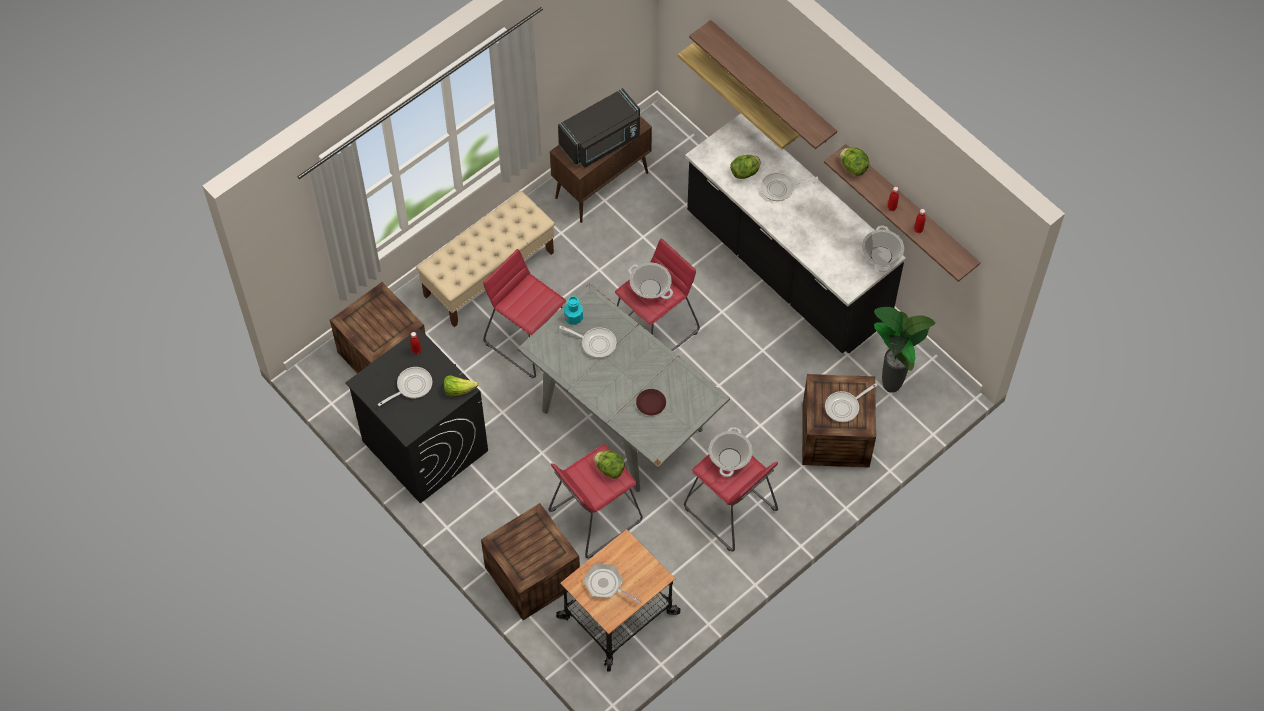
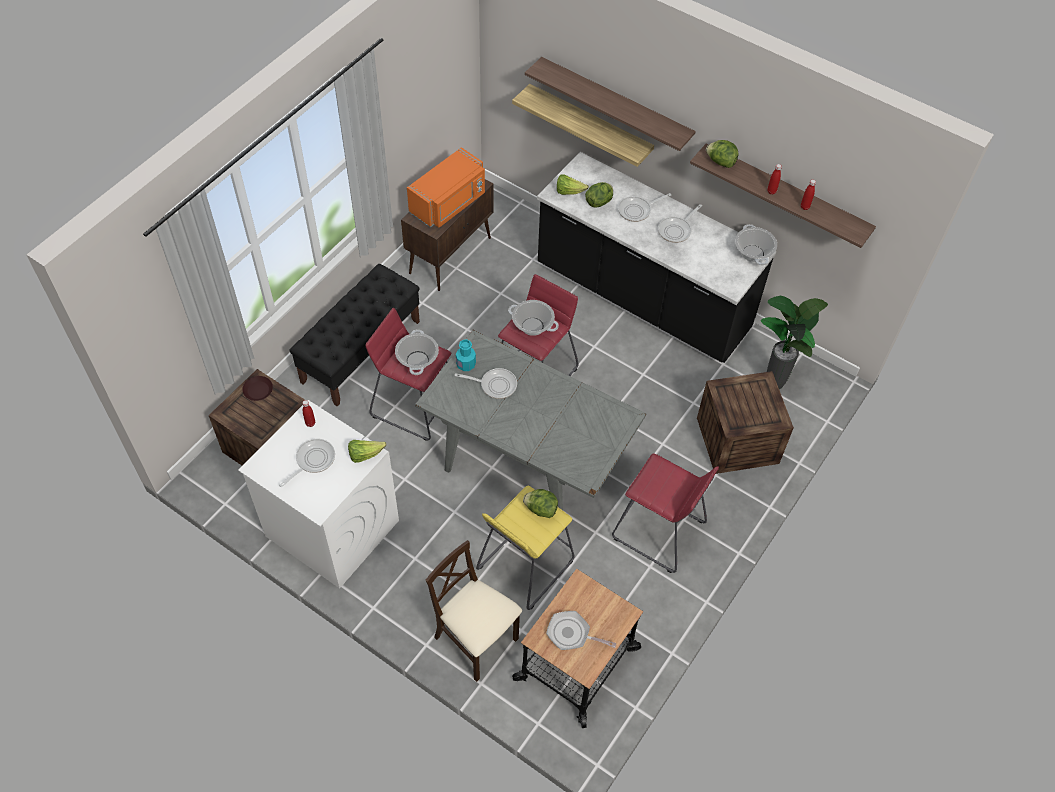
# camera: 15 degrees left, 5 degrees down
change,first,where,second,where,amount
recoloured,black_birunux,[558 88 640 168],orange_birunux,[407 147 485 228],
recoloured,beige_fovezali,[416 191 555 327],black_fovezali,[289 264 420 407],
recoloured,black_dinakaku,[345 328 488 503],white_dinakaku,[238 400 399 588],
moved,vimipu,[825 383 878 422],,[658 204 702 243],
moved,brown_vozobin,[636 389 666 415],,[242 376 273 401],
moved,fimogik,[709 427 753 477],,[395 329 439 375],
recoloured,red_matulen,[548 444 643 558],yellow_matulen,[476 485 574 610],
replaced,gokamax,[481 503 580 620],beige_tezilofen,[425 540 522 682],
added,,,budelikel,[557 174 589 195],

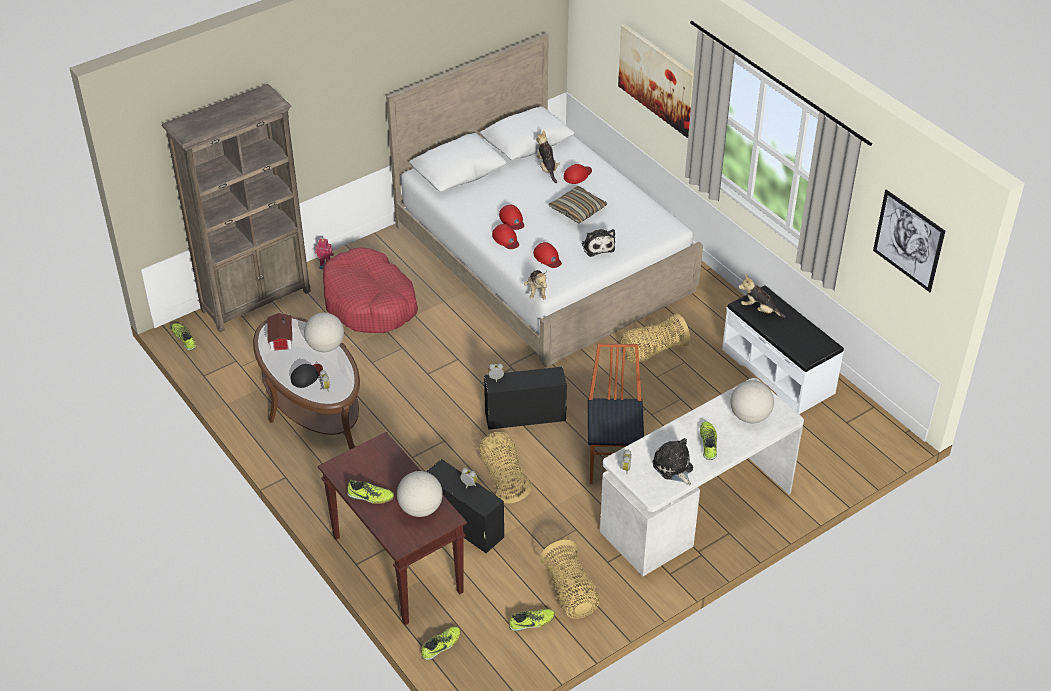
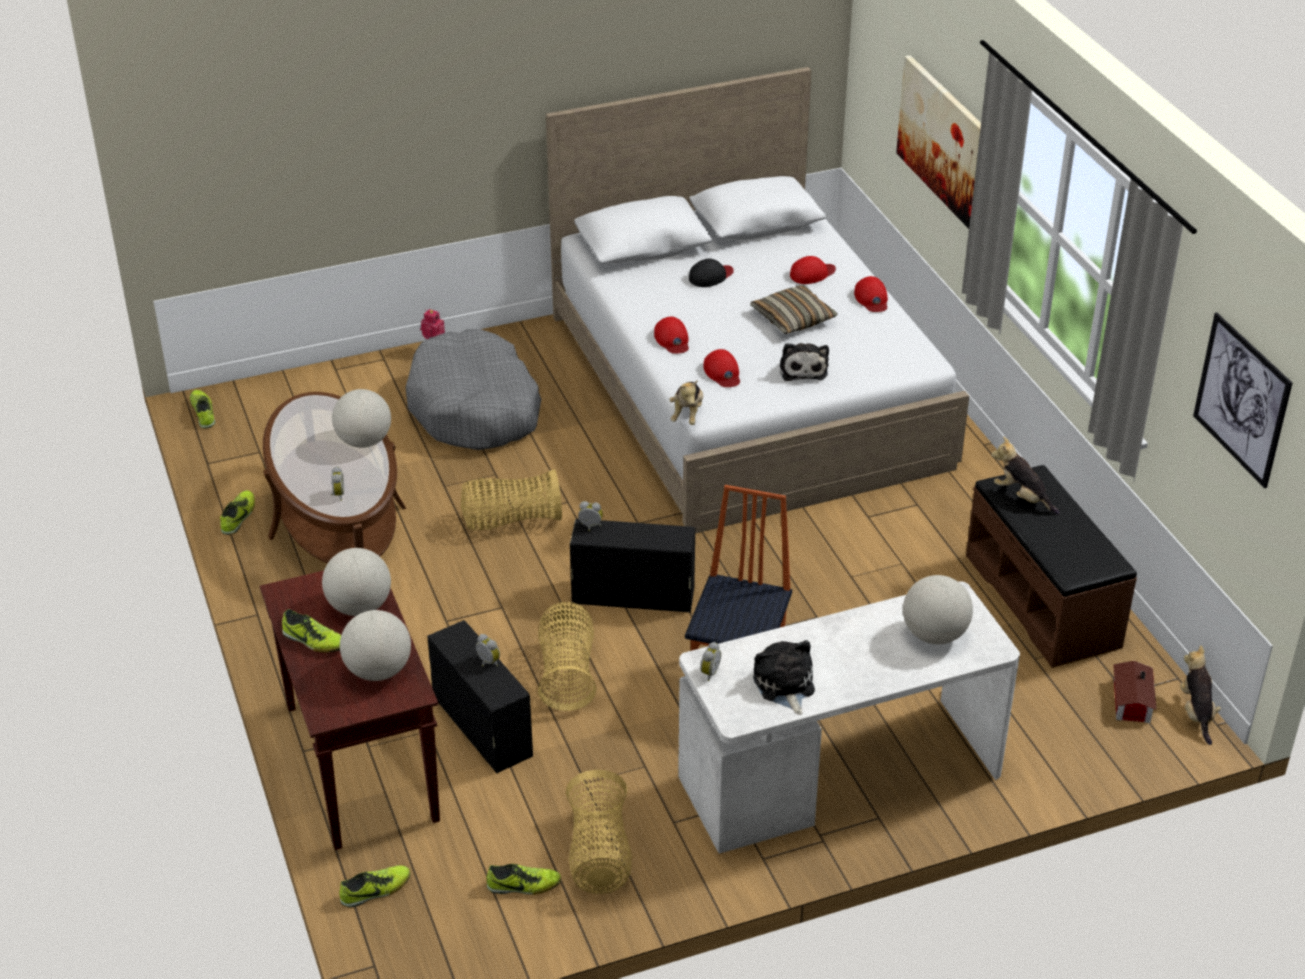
# camera: 15 degrees right, 5 degrees down
change,first,where,second,where,amount
removed,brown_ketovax,[162 84 311 332],,,
moved,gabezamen,[536 130 560 183],,[1180 645 1221 745],
moved,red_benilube,[499 204 524 230],,[854 276 888 312],
recoloured,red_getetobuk,[323 247 418 333],grey_getetobuk,[406 329 541 450],
recoloured,white_fovezali,[722 285 844 414],brown_fovezali,[966 465 1137 668],
moved,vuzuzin,[267 313 292 351],,[1113 661 1157 723],
moved,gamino,[621 313 690 363],,[461 469 562 530],
moved,black_benilube,[291 364 323 388],,[689 259 734 287],
moved,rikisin,[700 421 717 460],,[220 490 255 535],
added,,,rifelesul,[322 548 391 616],

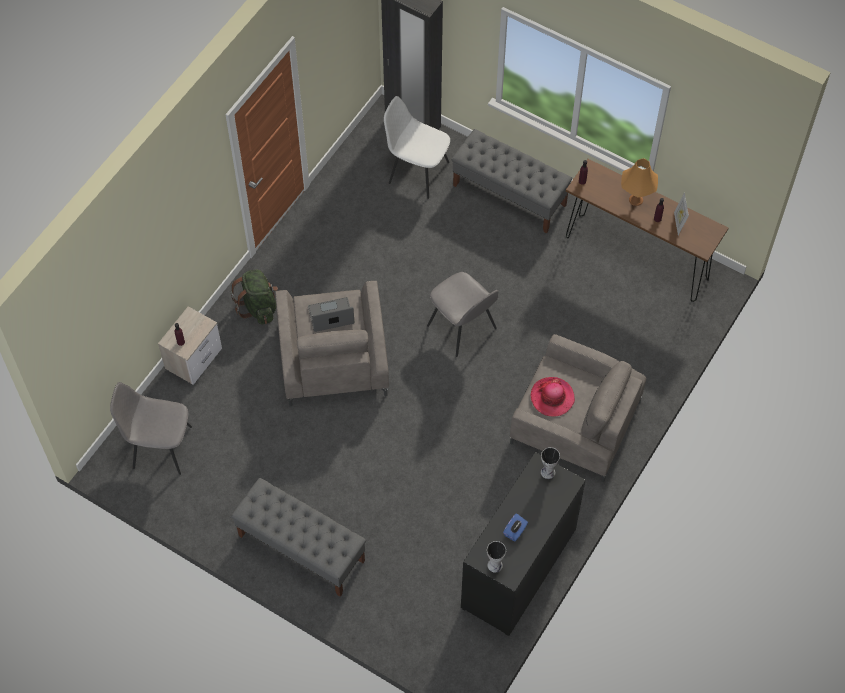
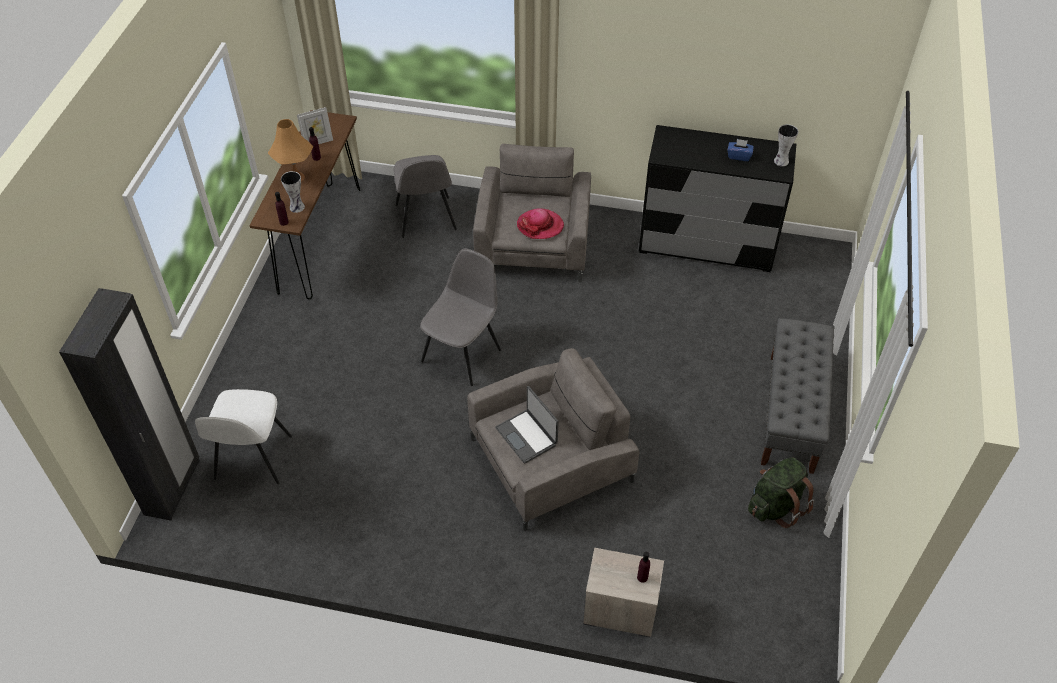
# camera: 110 degrees left, 10 degrees down
change,first,where,second,where,amount
removed,grey_fovezali,[451 129 572 233],,,
moved,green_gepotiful,[230 269 278 324],,[748 457 814 528],
moved,grey_tezilofen,[110 382 192 475],,[394 155 457 238],
moved,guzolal,[541 447 560 479],,[281 171 305 213],

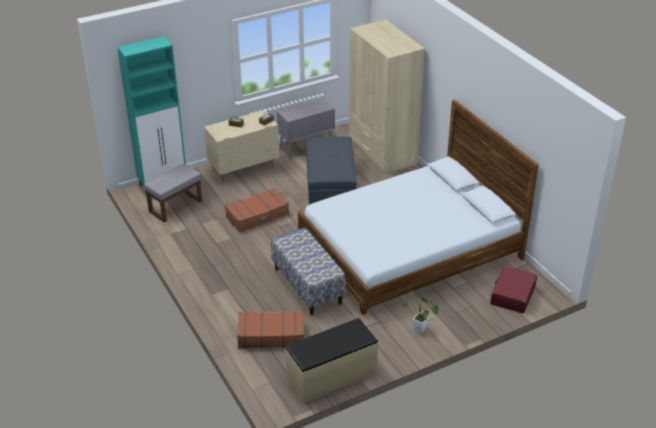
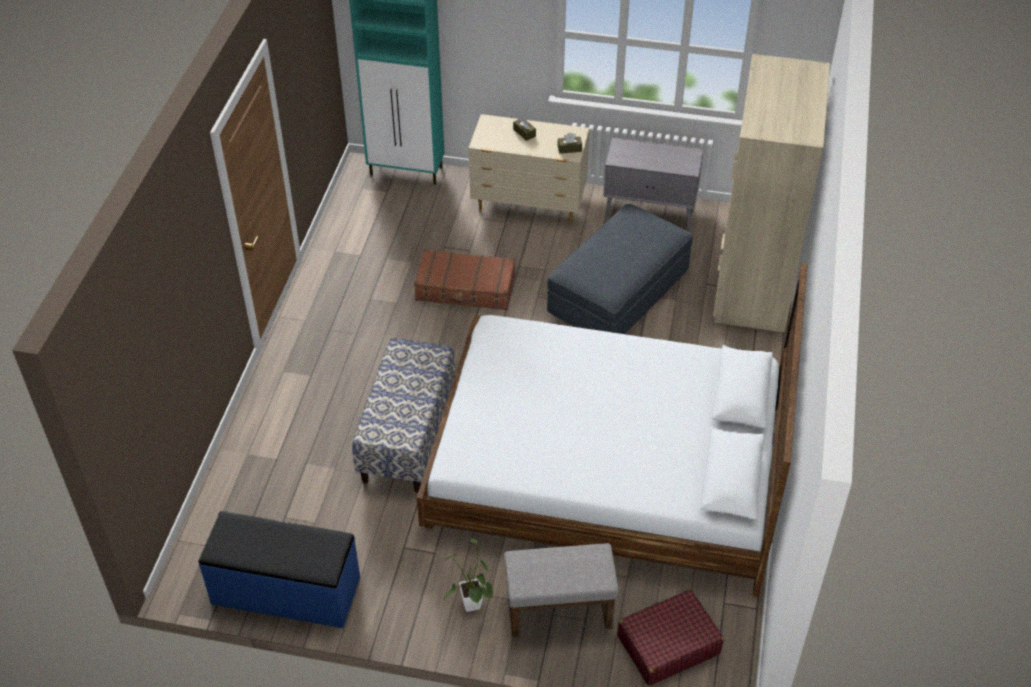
# camera: 40 degrees right, 10 degrees up
change,first,where,second,where,amount
moved,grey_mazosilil,[144 163 203 223],,[504 543 619 637],
removed,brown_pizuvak,[237 310 304 349],,,
recoloured,beige_fovezali,[285 318 378 403],blue_fovezali,[199 511 360 628],

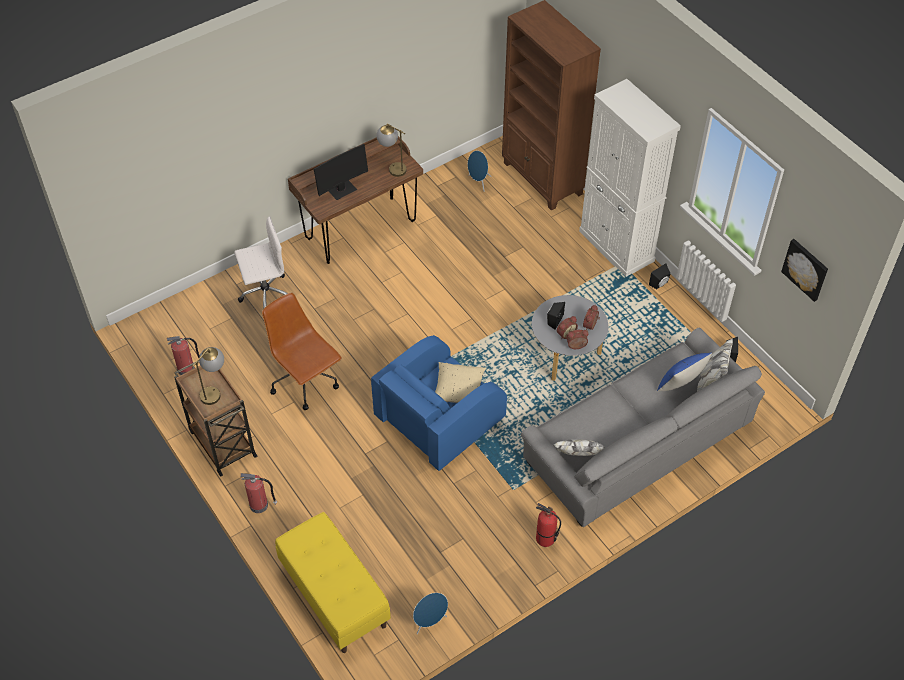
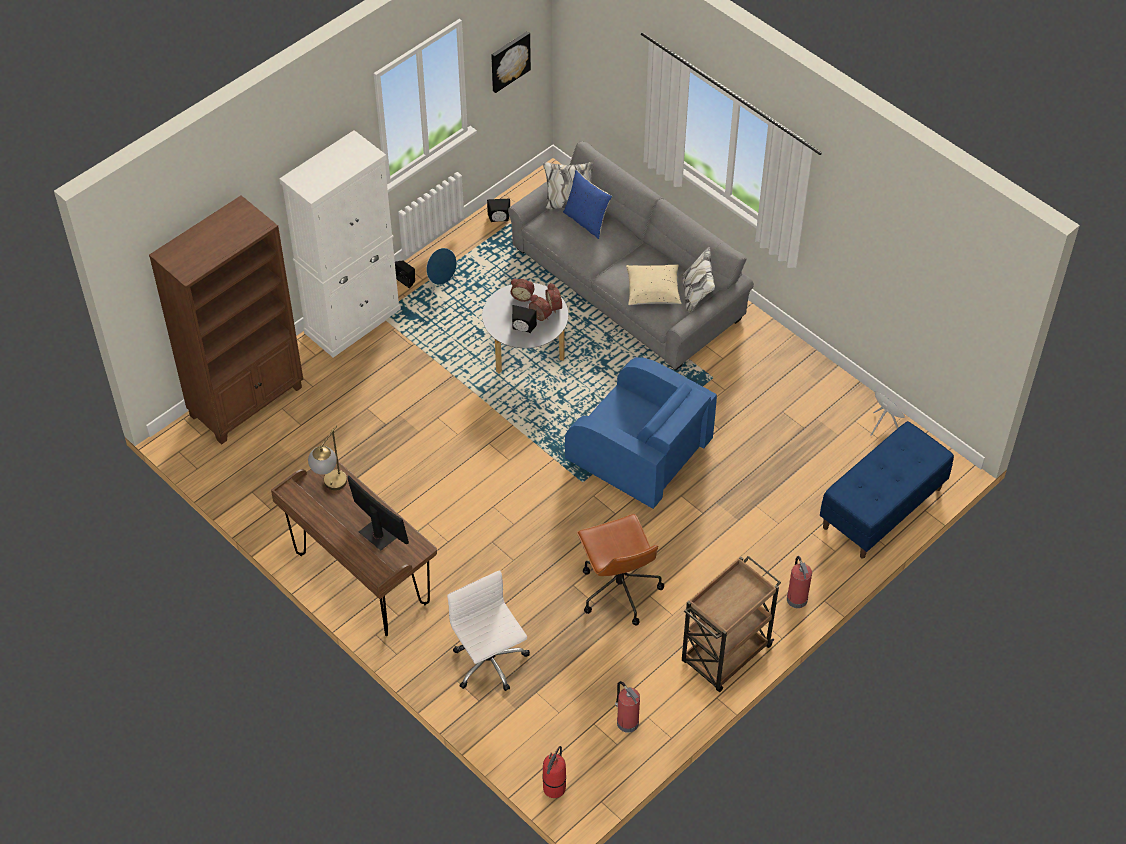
# camera: 100 degrees left, 0 degrees up
change,first,where,second,where,amount
moved,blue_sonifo,[468 150 491 192],,[426 248 457 296],
turned,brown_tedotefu,[262 293 342 410],,[577 514 664 626],60 degrees counterclockwise
removed,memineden,[192 347 224 405],,,
moved,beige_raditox,[435 362 486 403],,[626 264 682 305],
moved,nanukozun,[536 503 561 547],,[542 746 566 798],
recoloured,yellow_fovezali,[275 512 391 653],blue_fovezali,[820 421 954 559],

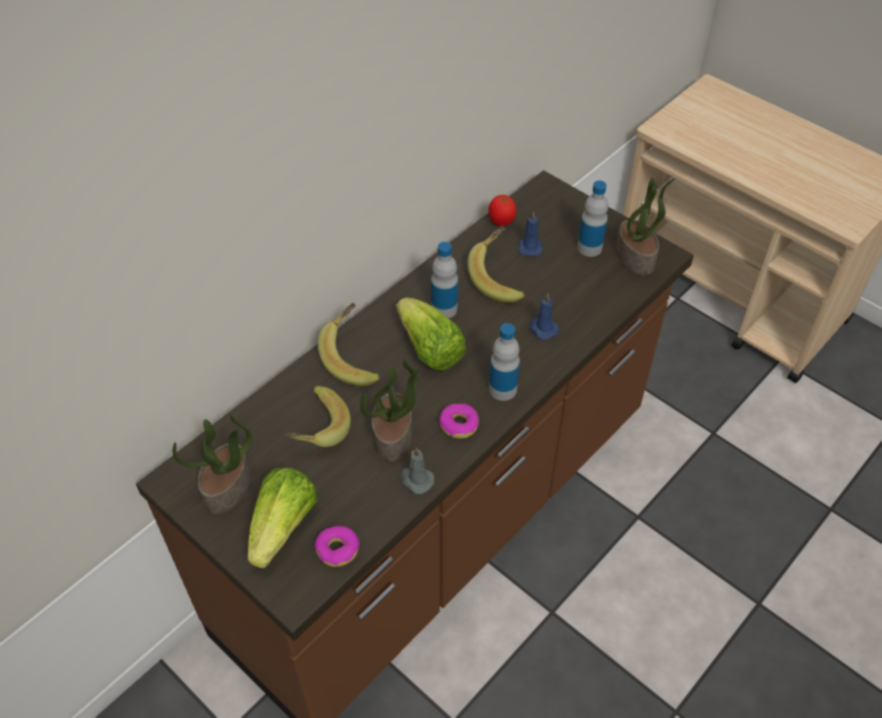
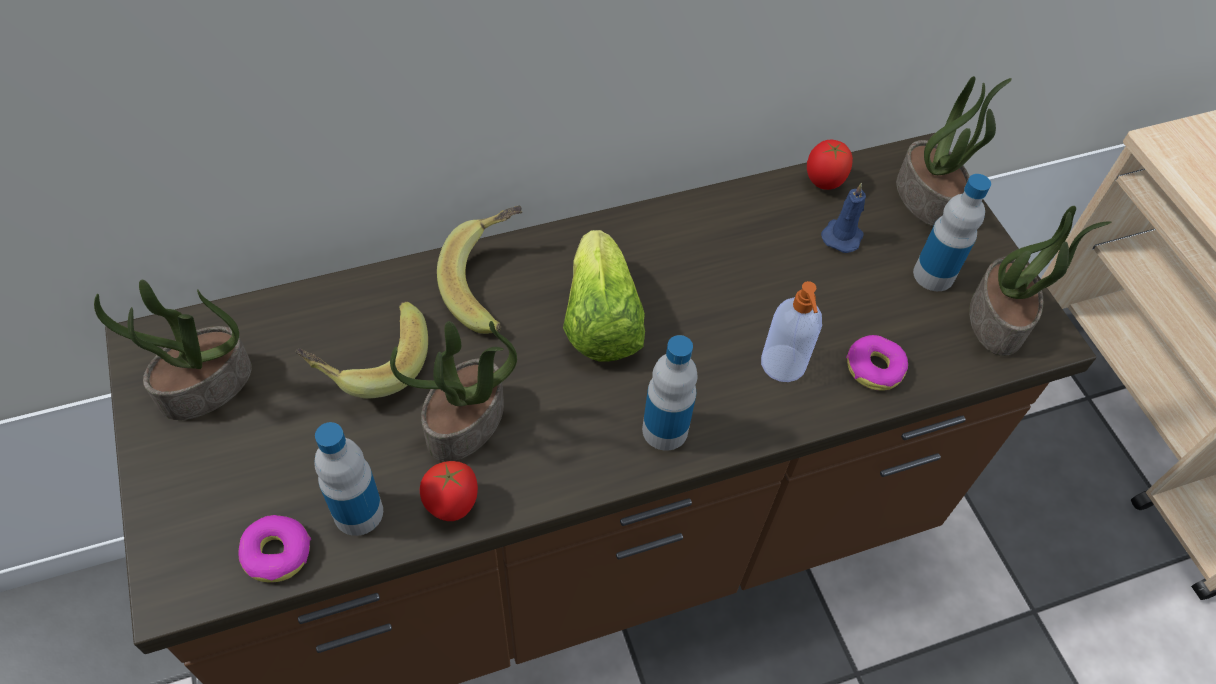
# camera: 25 degrees right, 5 degrees up
change,first,where,second,where,amount
removed,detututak,[467 226 525 303],,,
moved,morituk,[431 242 458 318],,[315 422 383 536],
replaced,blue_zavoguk,[530 294 559 340],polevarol,[761 281 822 382],
moved,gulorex,[439 404 479 439],,[846 335 908 391],
replaced,grey_zavoguk,[401 447 435 494],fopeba,[420 461 478 521],
removed,budelikel,[248 468 317 568],,,
added,,,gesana,[896 76 1012 227],

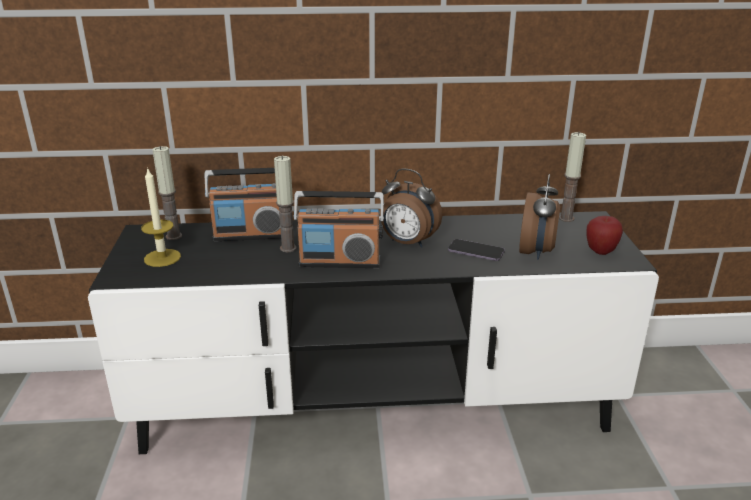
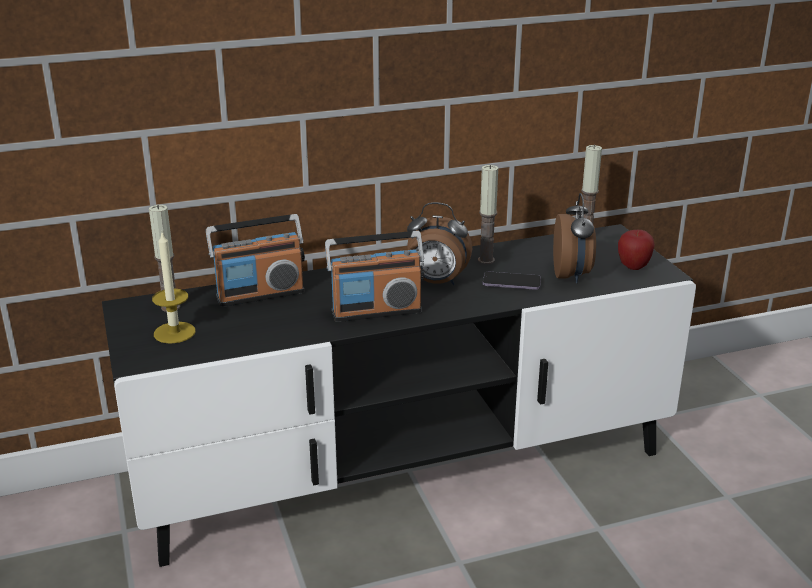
# camera: 15 degrees left, 0 degrees up
change,first,where,second,where,amount
moved,zavoguk,[274 156 296 252],,[478 165 498 264],

